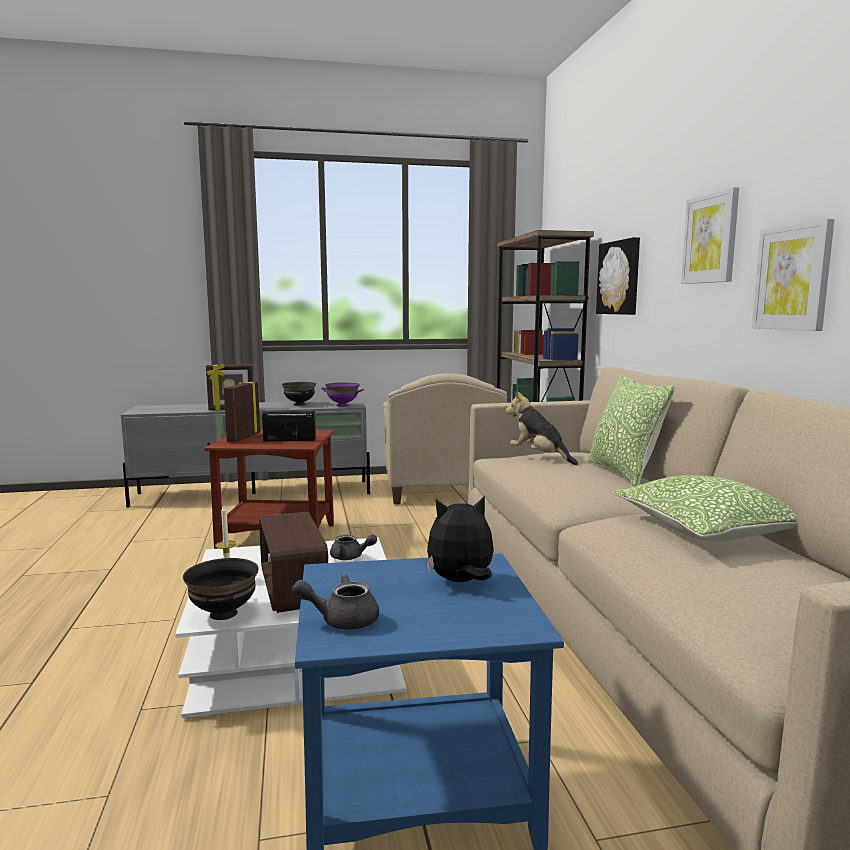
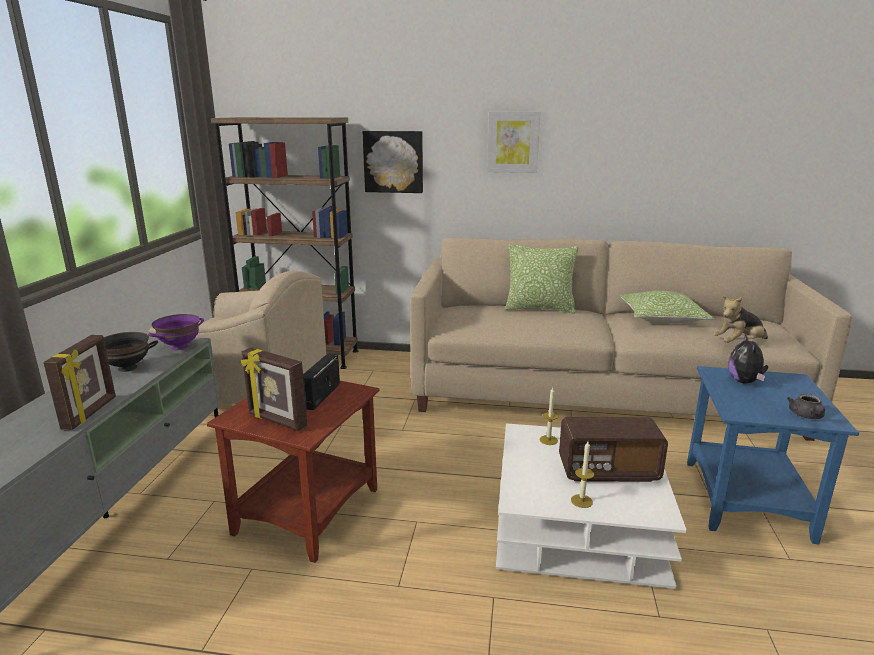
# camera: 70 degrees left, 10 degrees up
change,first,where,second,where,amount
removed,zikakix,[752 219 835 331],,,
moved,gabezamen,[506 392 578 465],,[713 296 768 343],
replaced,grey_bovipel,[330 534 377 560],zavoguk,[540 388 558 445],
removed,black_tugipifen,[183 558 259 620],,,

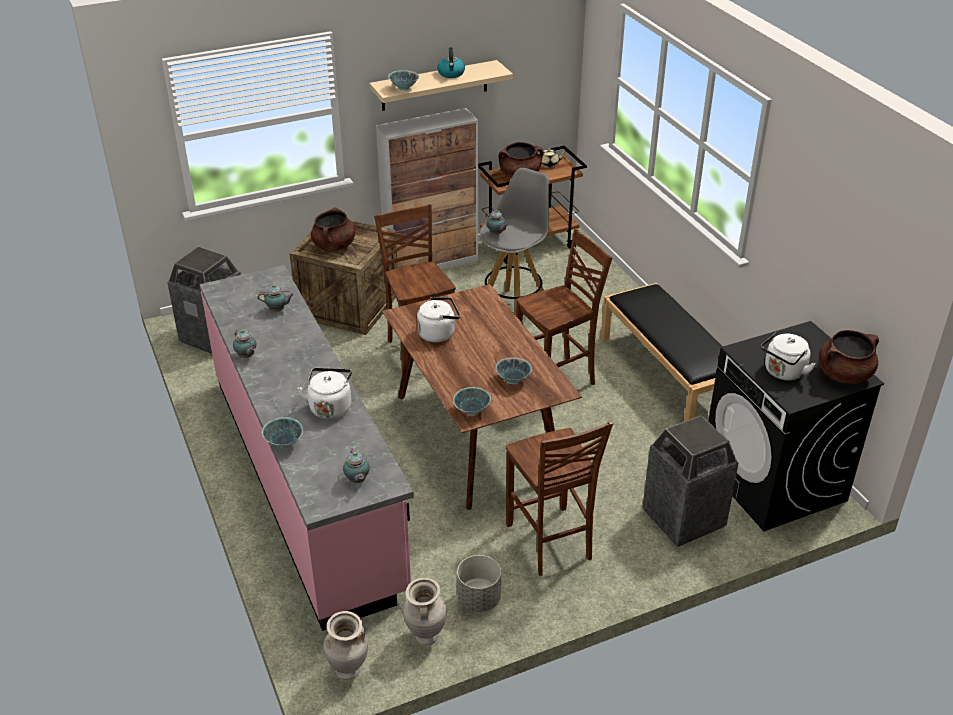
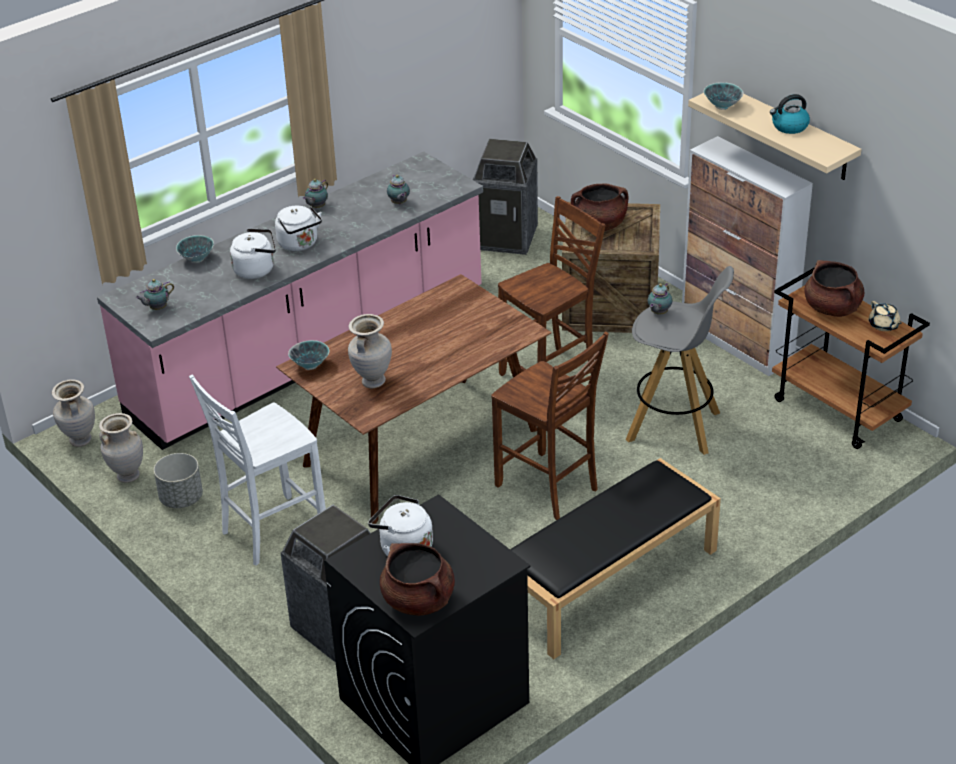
# camera: 75 degrees right, 0 degrees up
change,first,where,second,where,amount
moved,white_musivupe,[417 297 460 342],,[275 206 322 251],
replaced,tugipifen,[496 358 532 384],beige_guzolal,[348 314 392 388],
recoloured,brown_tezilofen,[506 421 613 576],white_tezilofen,[189 374 326 566],

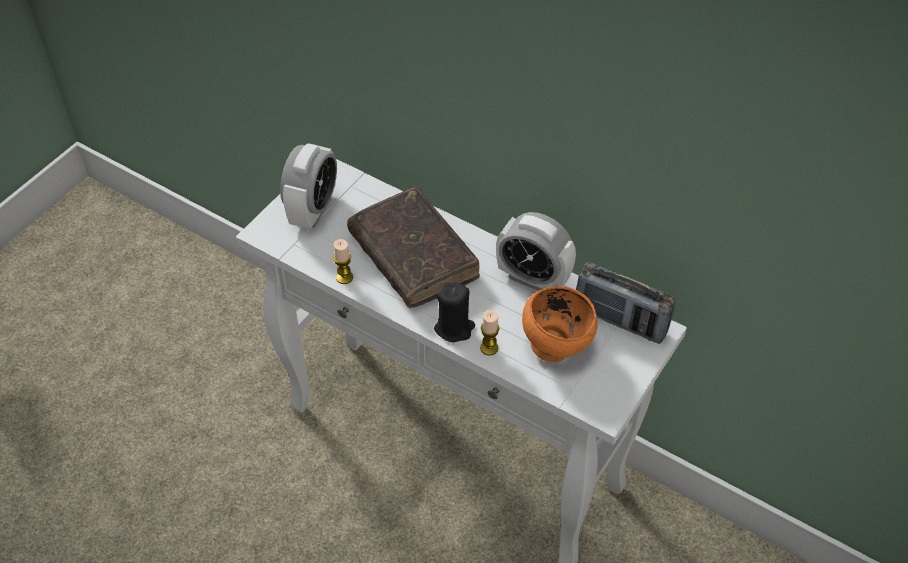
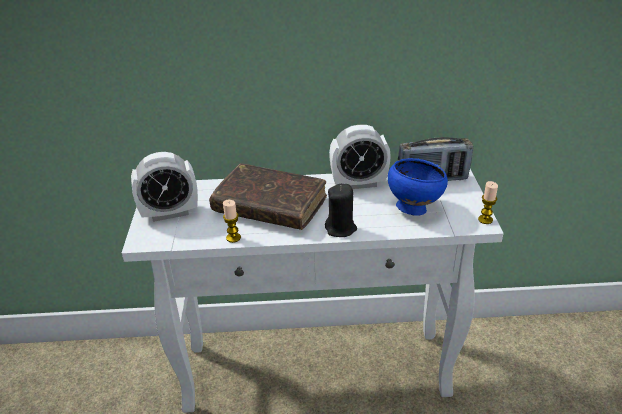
# camera: 35 degrees left, 15 degrees down
change,first,where,second,where,amount
turned,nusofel,[280 143 337 229],,[131 152 198 222],90 degrees clockwise
recoloured,orange_tugipifen,[522 286 598 362],blue_tugipifen,[388 158 448 216],
moved,zavoguk,[480 310 500 356],,[478 181 498 224],

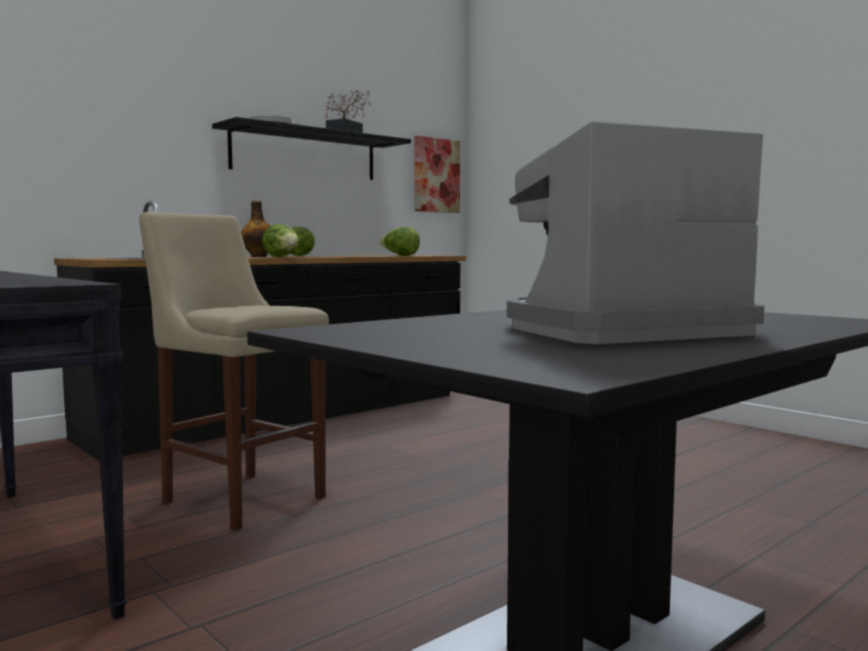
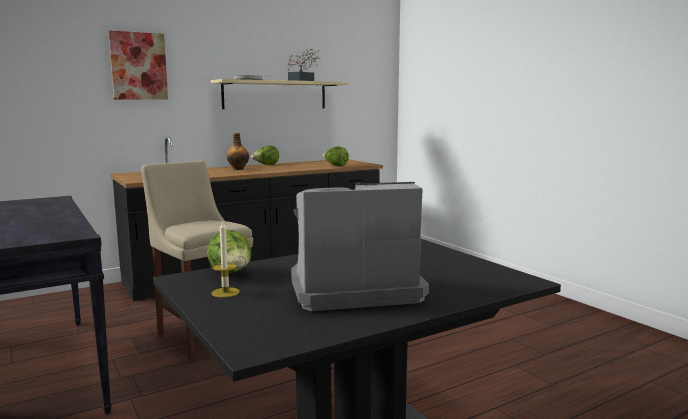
# camera: 10 degrees right, 5 degrees up
change,first,where,second,where,amount
recoloured,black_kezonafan,[212 117 411 180],beige_kezonafan,[211 79 348 109],
moved,zikakix,[414 136 460 213],,[108 30 168 100],
moved,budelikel,[262 224 299 257],,[207 230 252 273],
added,,,zavoguk,[211 220 240 298],

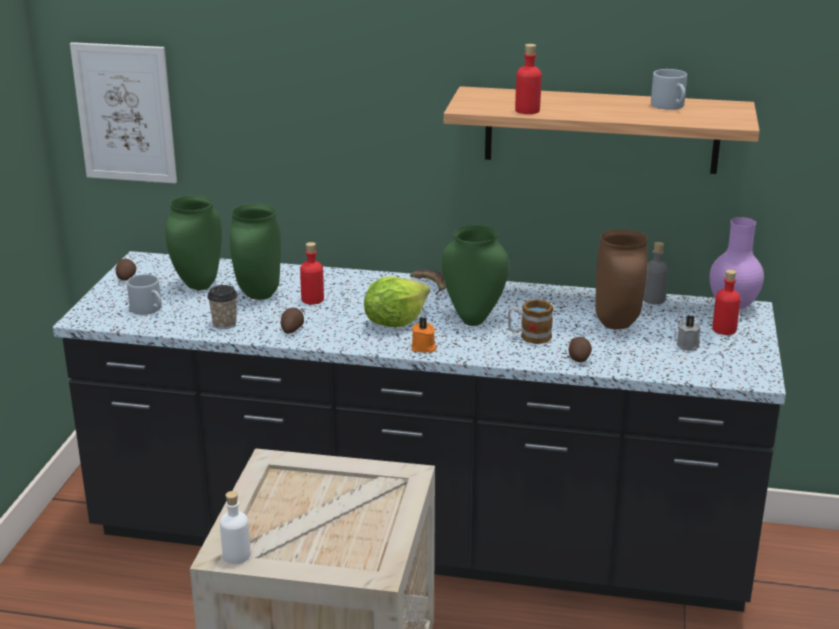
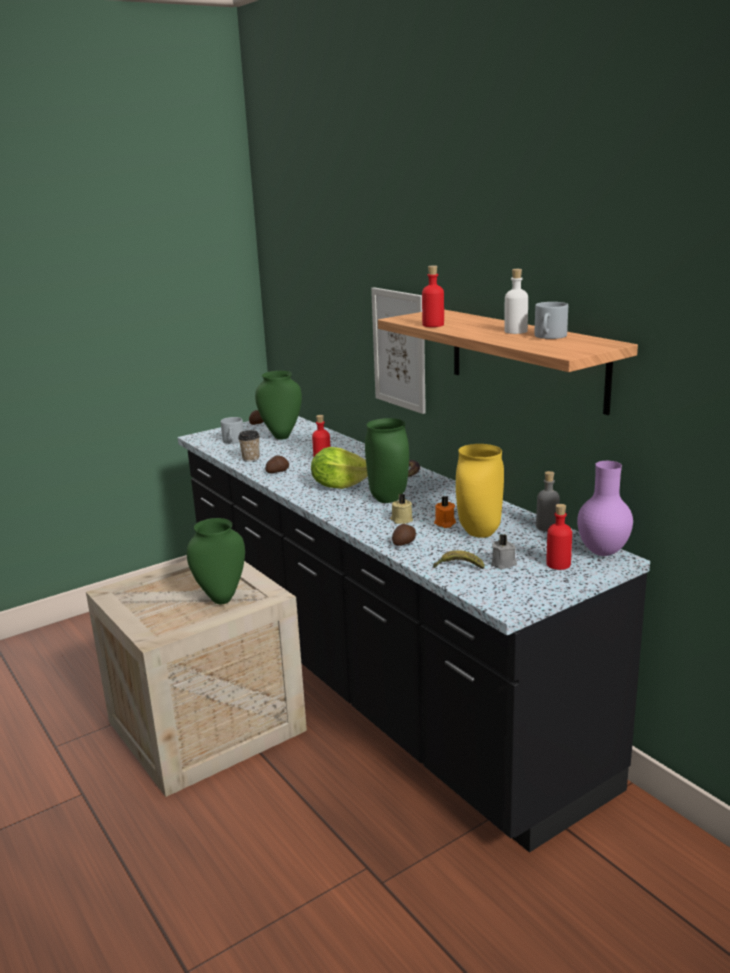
# camera: 45 degrees right, 5 degrees down
change,first,where,second,where,amount
moved,zikakix,[70 42 177 184],,[371 287 426 414],
moved,green_guzolal,[230 204 281 300],,[187 518 245 604],
recoloured,brown_guzolal,[595 229 648 329],yellow_guzolal,[456 444 504 538],
replaced,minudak,[508 299 554 344],beige_zavoguk,[390 494 413 524],
moved,orange_zavoguk,[411 317 437 353],,[434 496 456 528],
moved,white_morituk,[220 491 251 564],,[504 269 528 334],
added,,,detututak,[433 550 485 569],

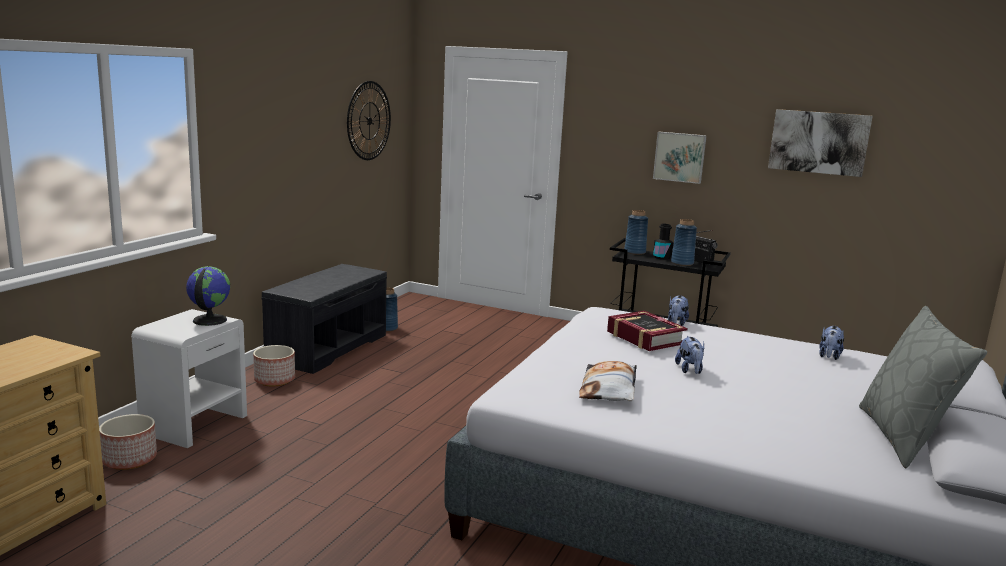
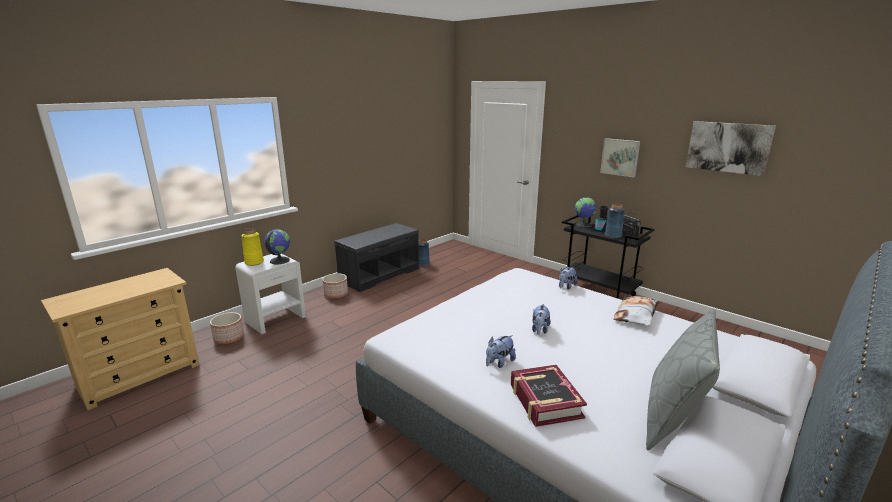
# camera: 20 degrees right, 5 degrees up
change,first,where,second,where,amount
removed,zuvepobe,[347 81 391 160],,,
replaced,blue_guzolal,[624 210 648 255],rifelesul,[575 197 597 227],
moved,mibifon,[607 311 688 351],,[511 365 587 427],
moved,gabezamen,[819 326 844 360],,[486 335 516 368],
moved,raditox,[579 361 637 401],,[613 296 658 326],
added,,,yellow_guzolal,[241 228 264 266],

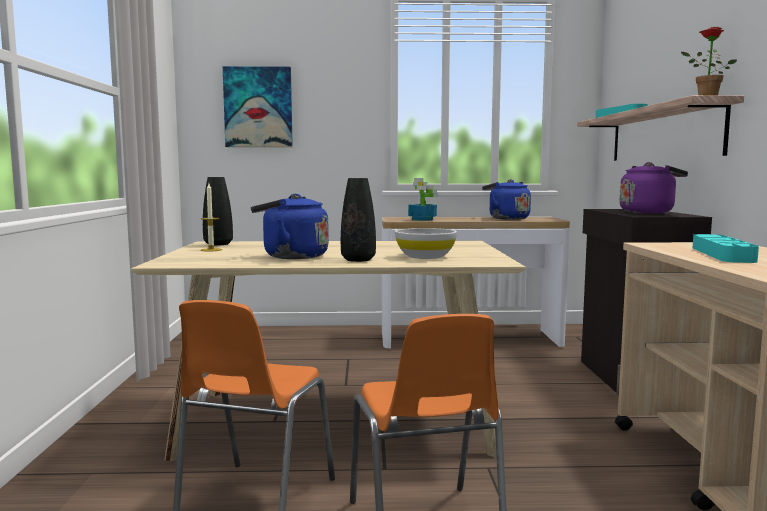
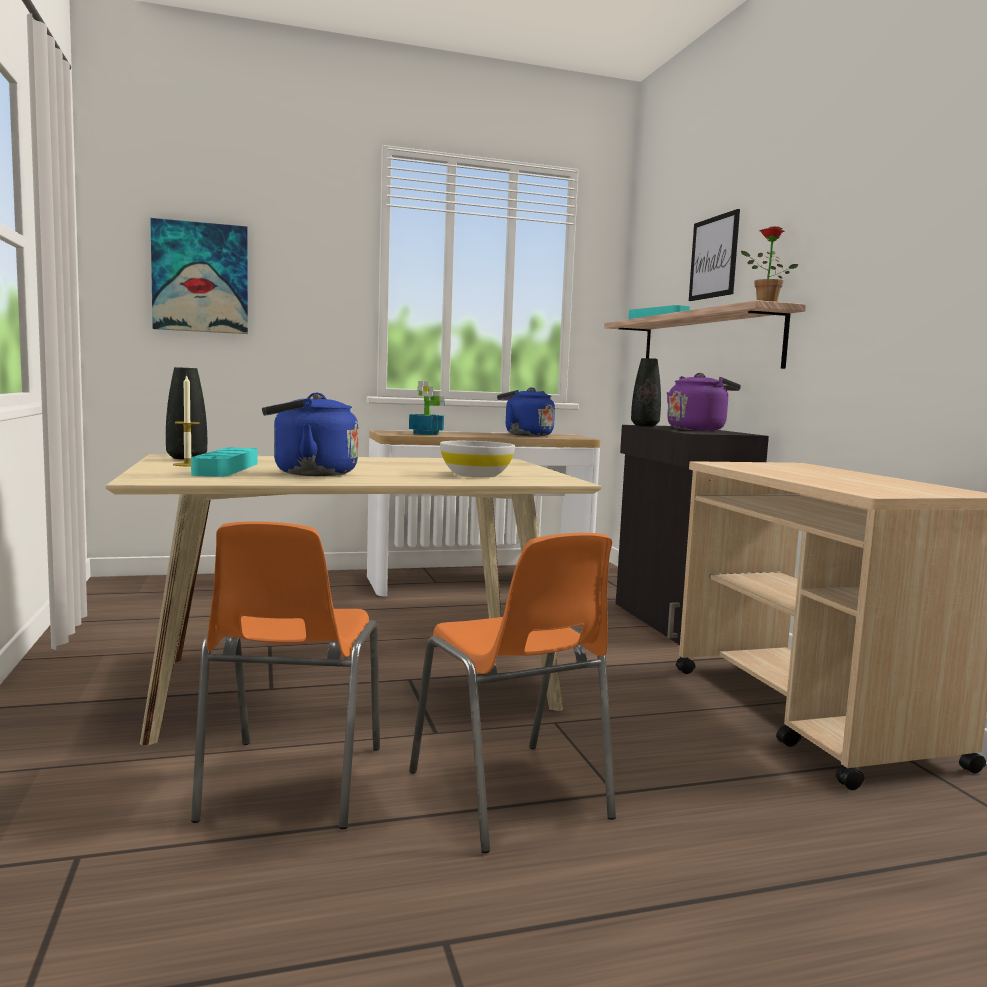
# camera: 15 degrees left, 0 degrees up
change,first,where,second,where,amount
moved,black_guzolal,[341 178 376 262],,[631 358 661 426],
moved,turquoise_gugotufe,[693 234 759 263],,[191 447 257 477],
added,,,zikakix,[689 209 740 301],

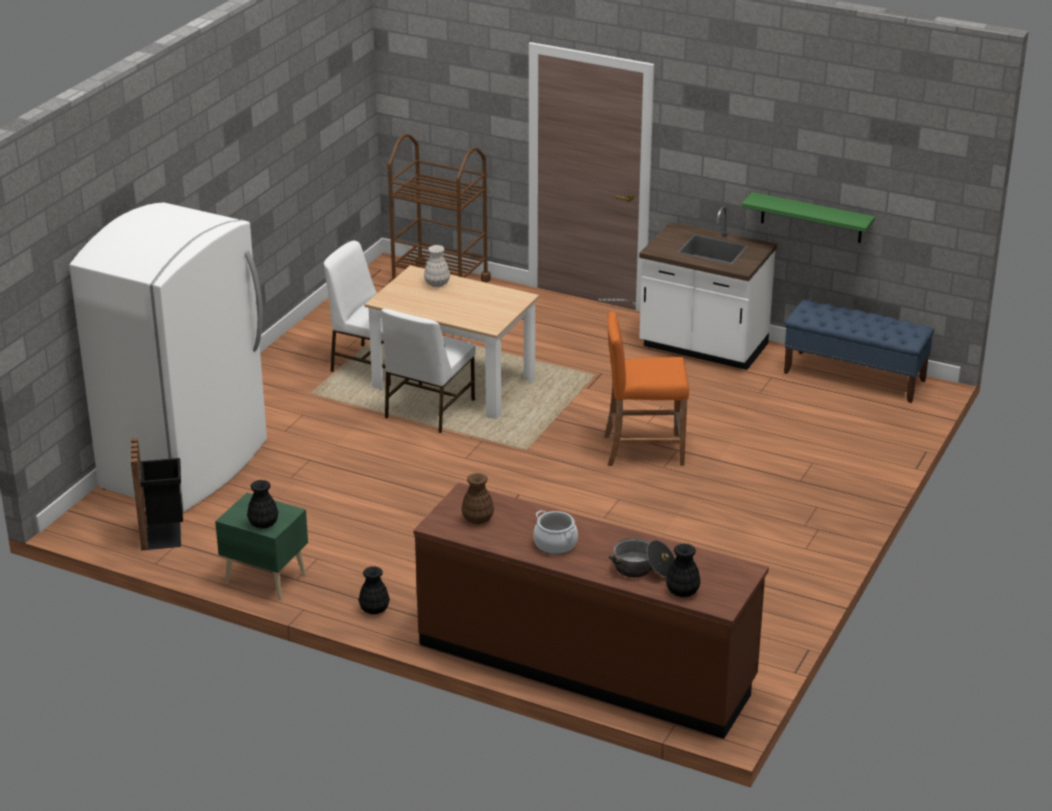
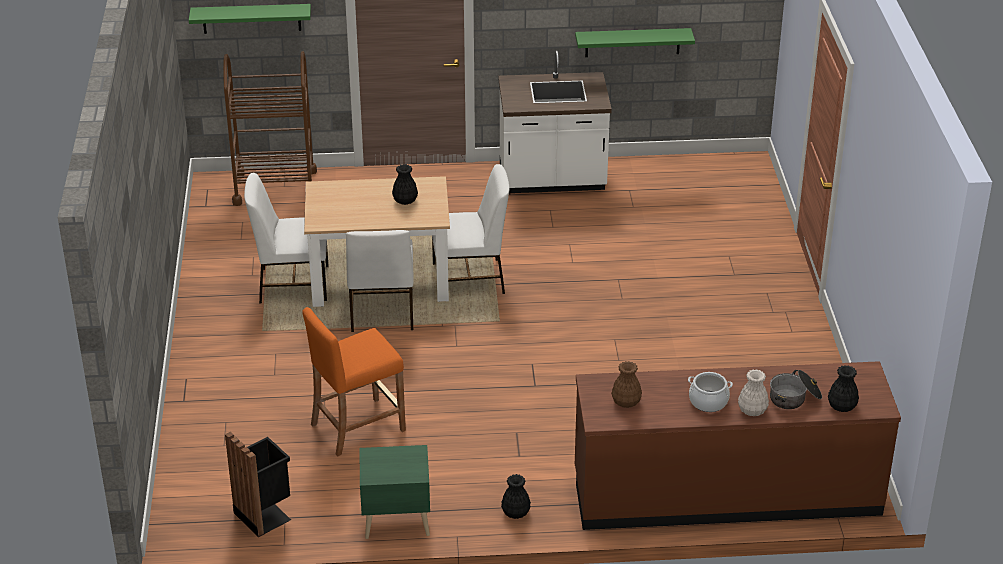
# camera: 30 degrees left, 5 degrees up
change,first,where,second,where,amount
removed,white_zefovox,[69 202 267 512],,,
moved,white_guzolal,[424 245 450 287],,[738 369 769 416],
removed,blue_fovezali,[784 300 934 403],,,
moved,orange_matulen,[604 311 689 466],,[303 307 406 457],
moved,black_guzolal,[247 480 279 529],,[392 164 418 205],
added,,,green_kezonafan,[189 4 311 34],
added,,,white_tezilofen,[432 164 510 294],

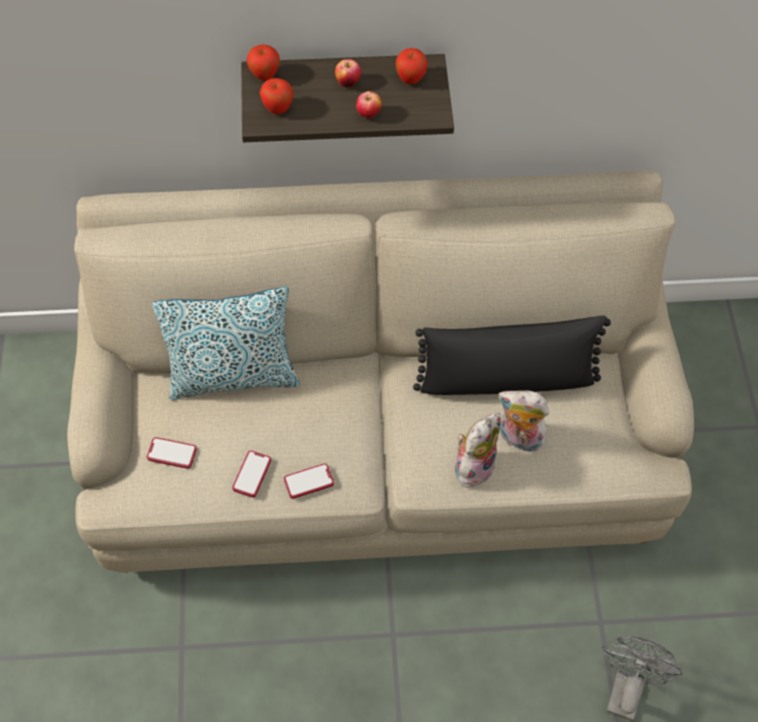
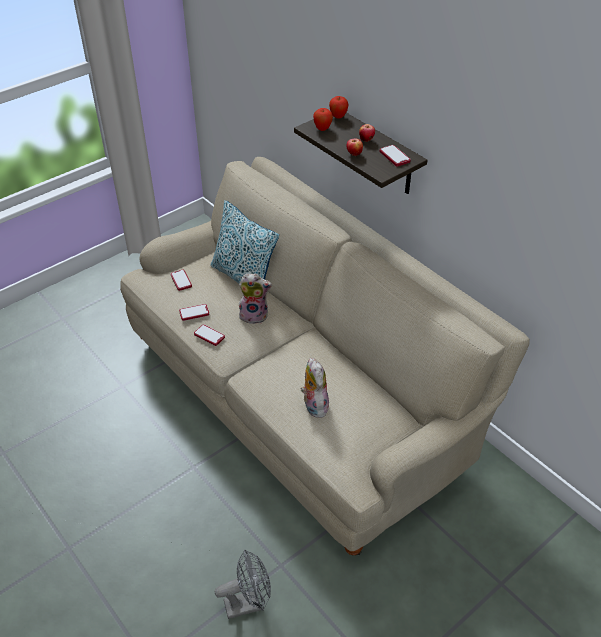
# camera: 55 degrees right, 15 degrees down
change,first,where,second,where,amount
replaced,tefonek,[396 48 428 84],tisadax,[380 145 411 167],
removed,black_raditox,[413 316 611 395],,,
moved,gabezamen,[455 412 501 488],,[238 273 272 324],

